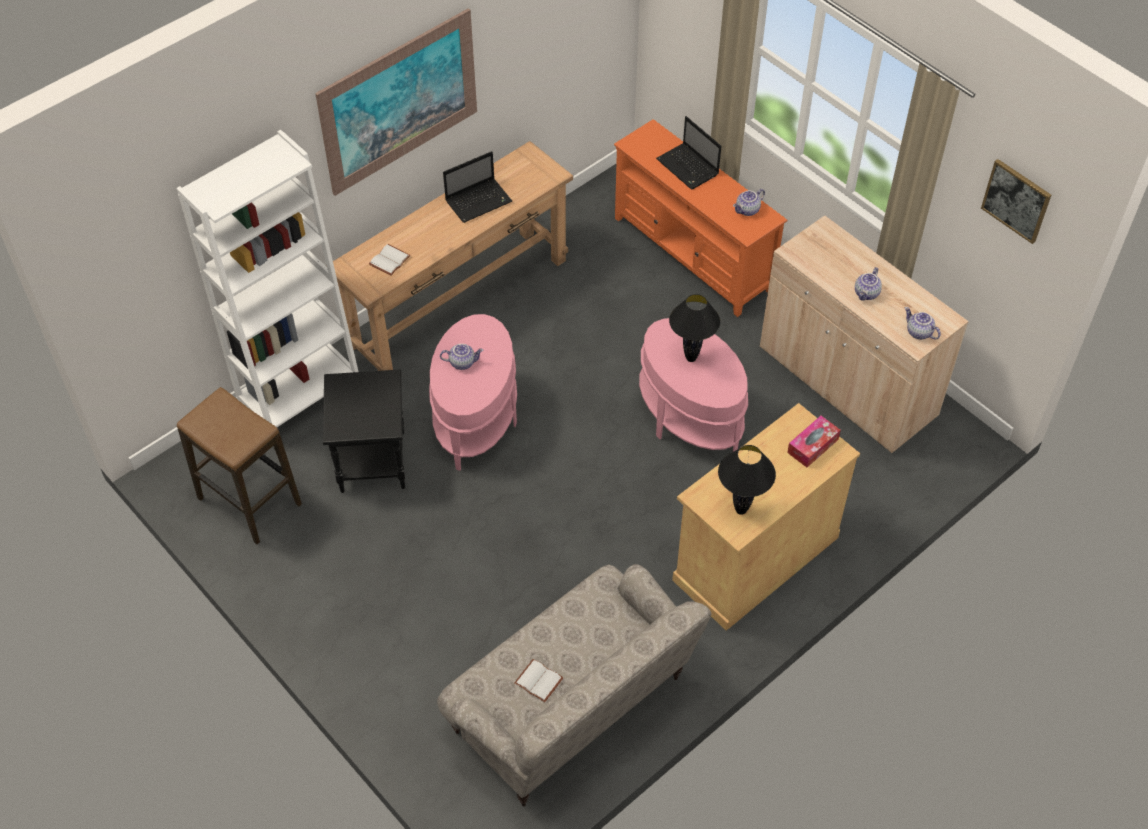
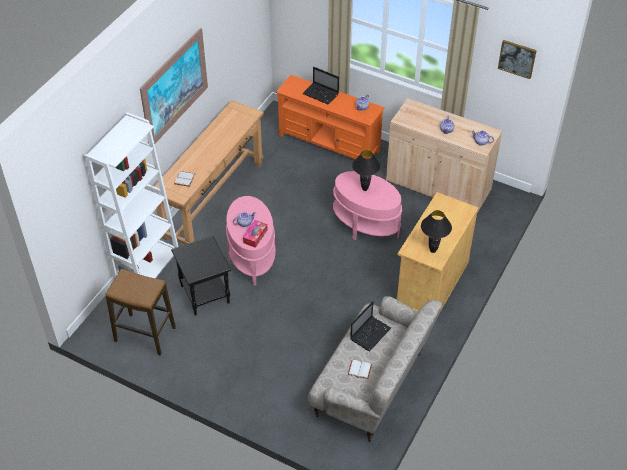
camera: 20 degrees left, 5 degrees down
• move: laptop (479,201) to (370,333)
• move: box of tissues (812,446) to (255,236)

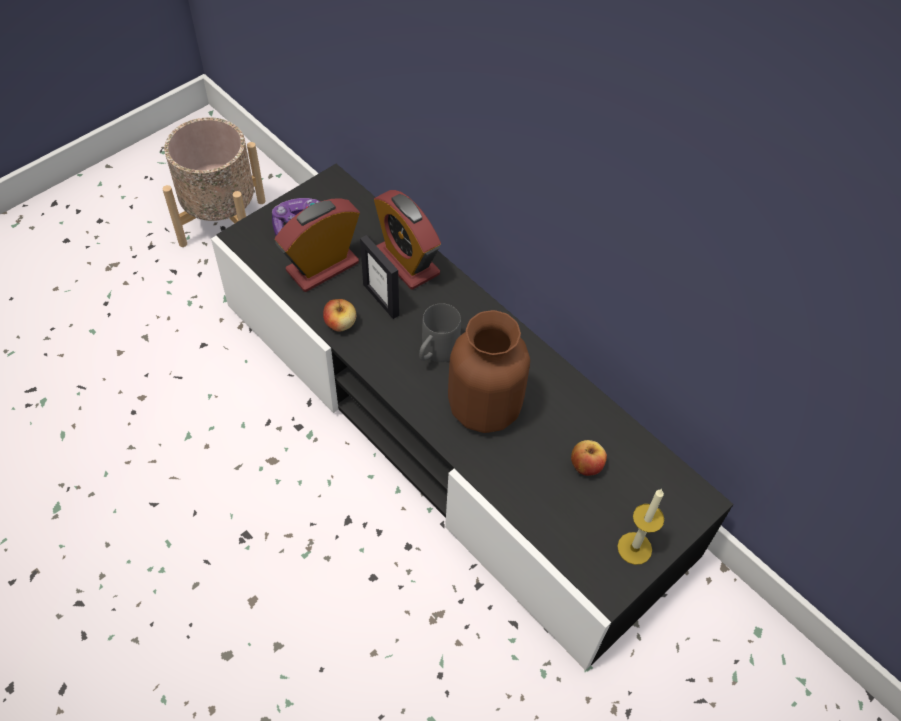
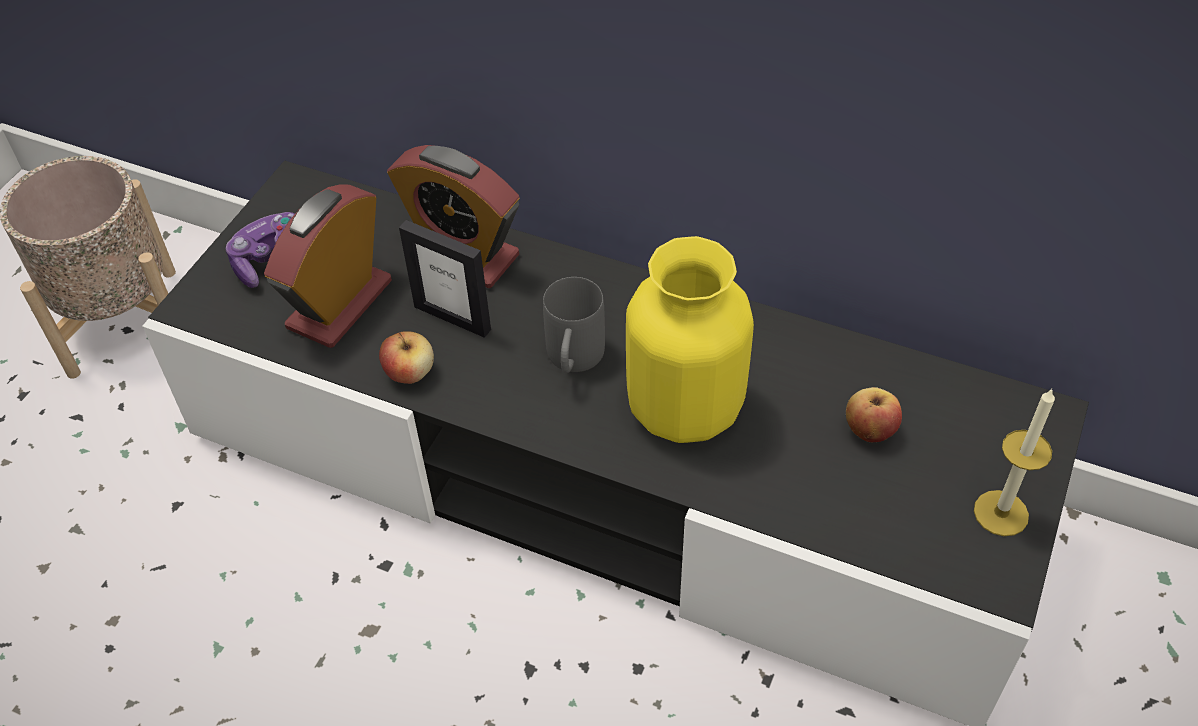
camera: 20 degrees left, 5 degrees down
• recolor: brownish decorative vase (484,407) to yellow decorative vase (684,407)

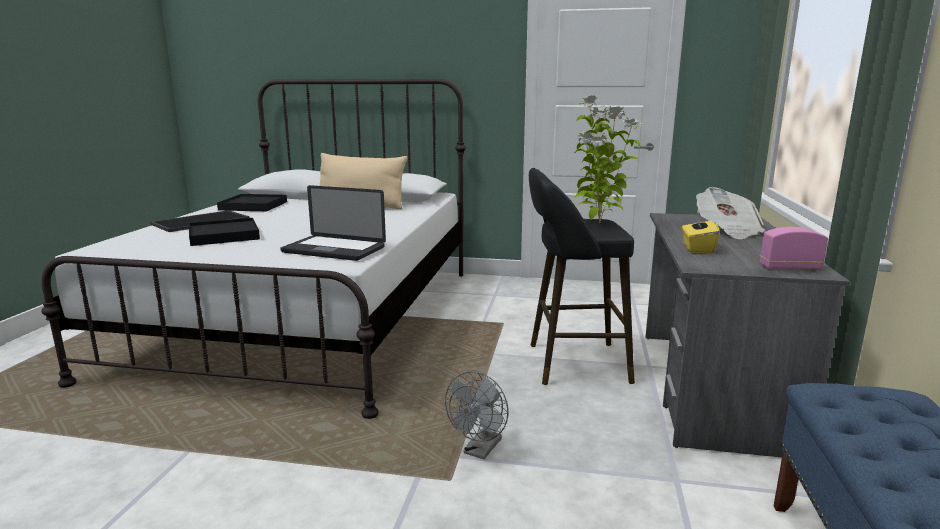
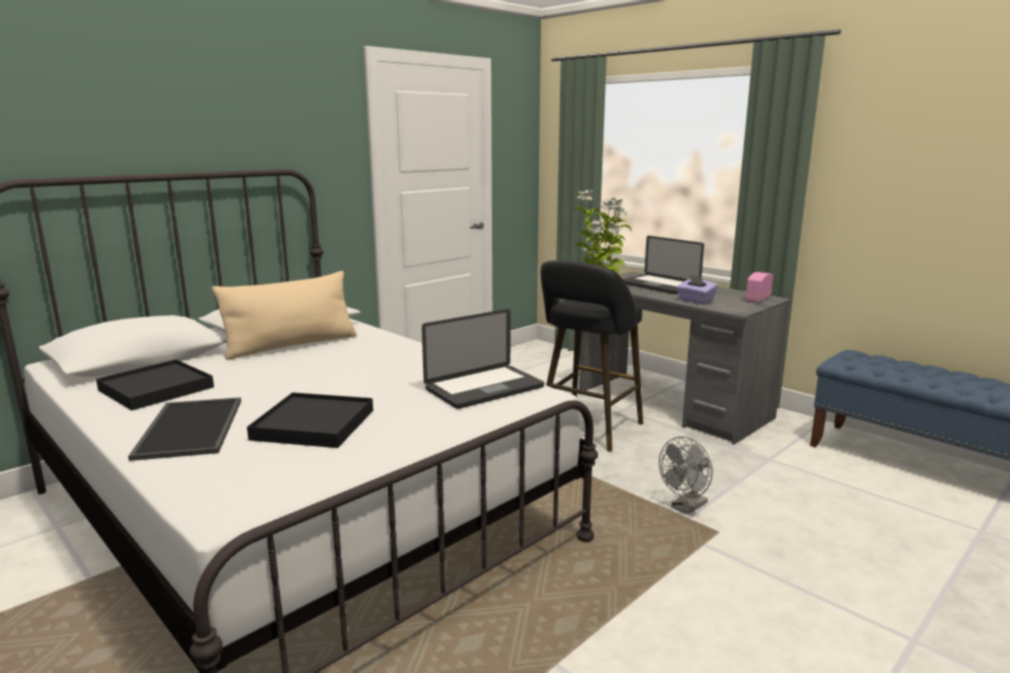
camera: 55 degrees left, 0 degrees up
• replace: newspaper (727,231) to laptop (659,285)
• recolor: yellow box of tissues (697,249) to purple box of tissues (695,301)
• rotate: grey electric fan (480,450) = (686,507) 75 degrees clockwise

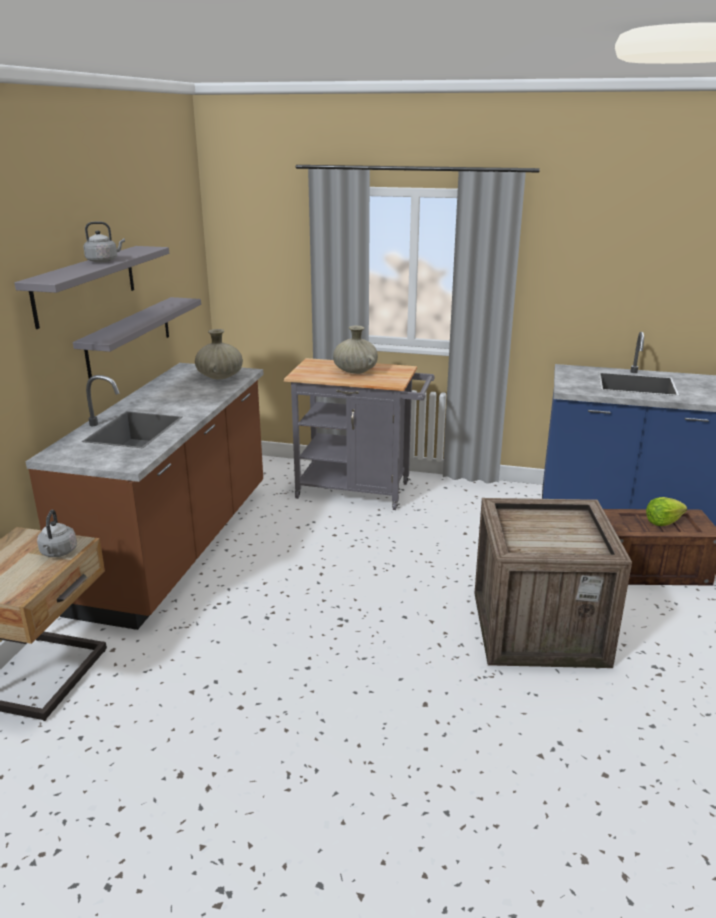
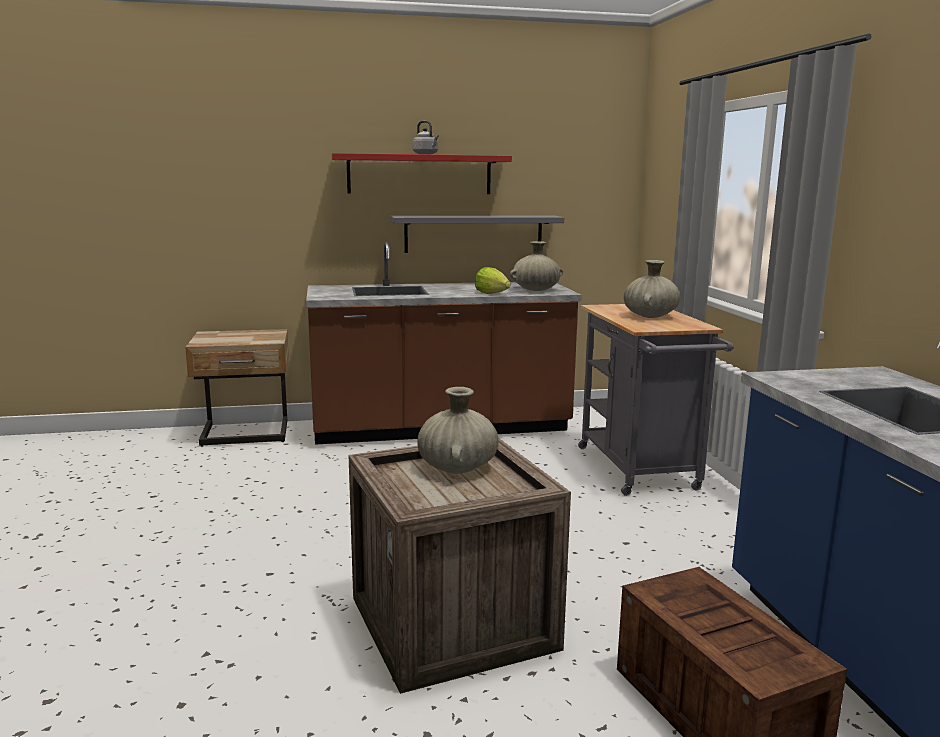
camera: 65 degrees right, 10 degrees down
• recolor: grey shelf (85,284) to red-coloured shelf (419,174)
• move: lettuce (663,522) to (492,293)
• delete: grey kettle (58,553)
• insert: beige-coloured decorative vase (458,468)

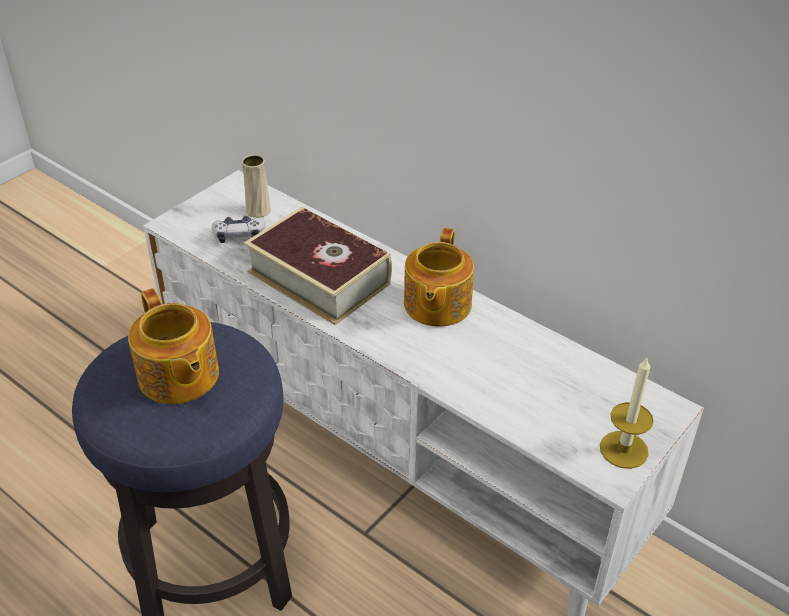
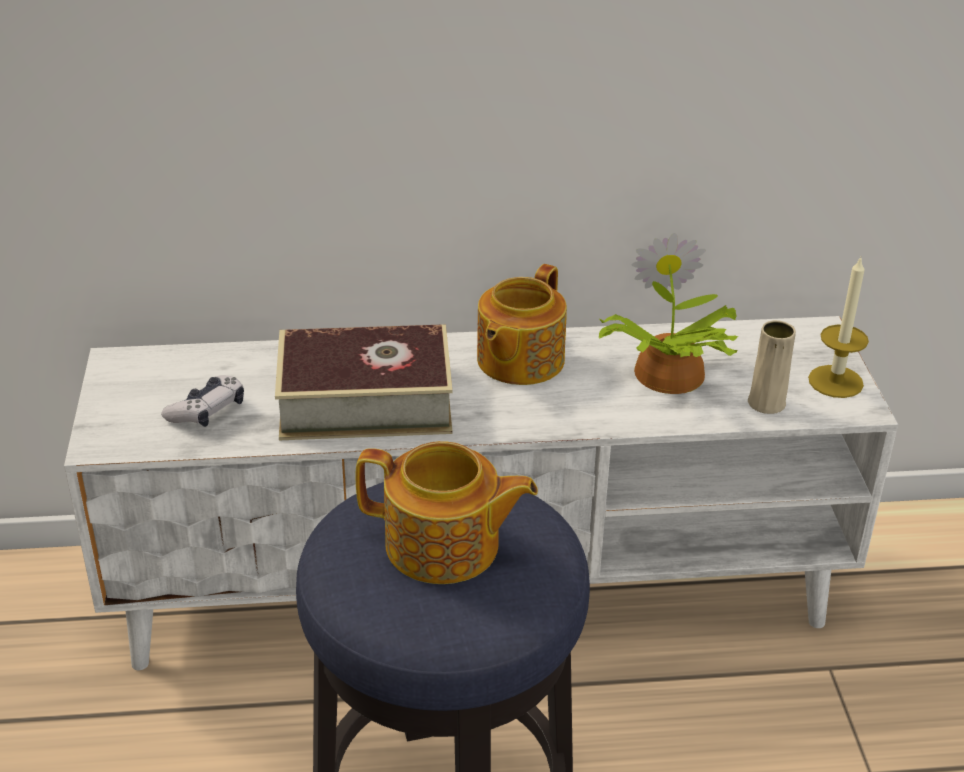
camera: 45 degrees left, 5 degrees down
• move: beige-coloured decorative vase (258,210) to (766,403)
• rotate: pot for tea (436,305) = (518,360) 60 degrees clockwise
• insert: plant in a pot (667,375)

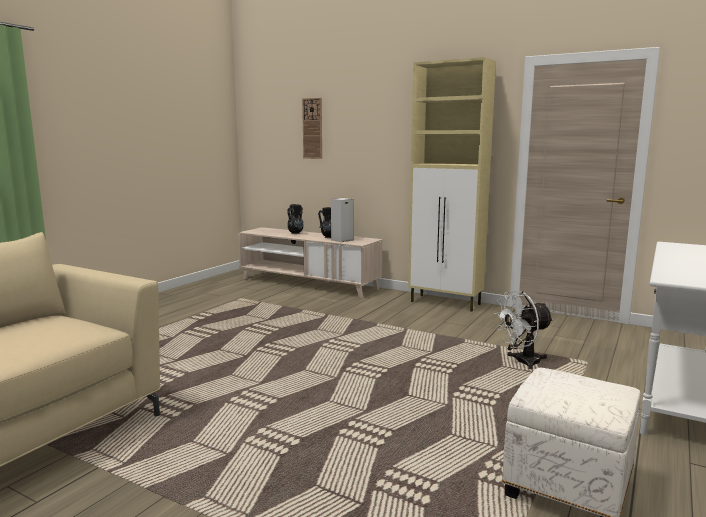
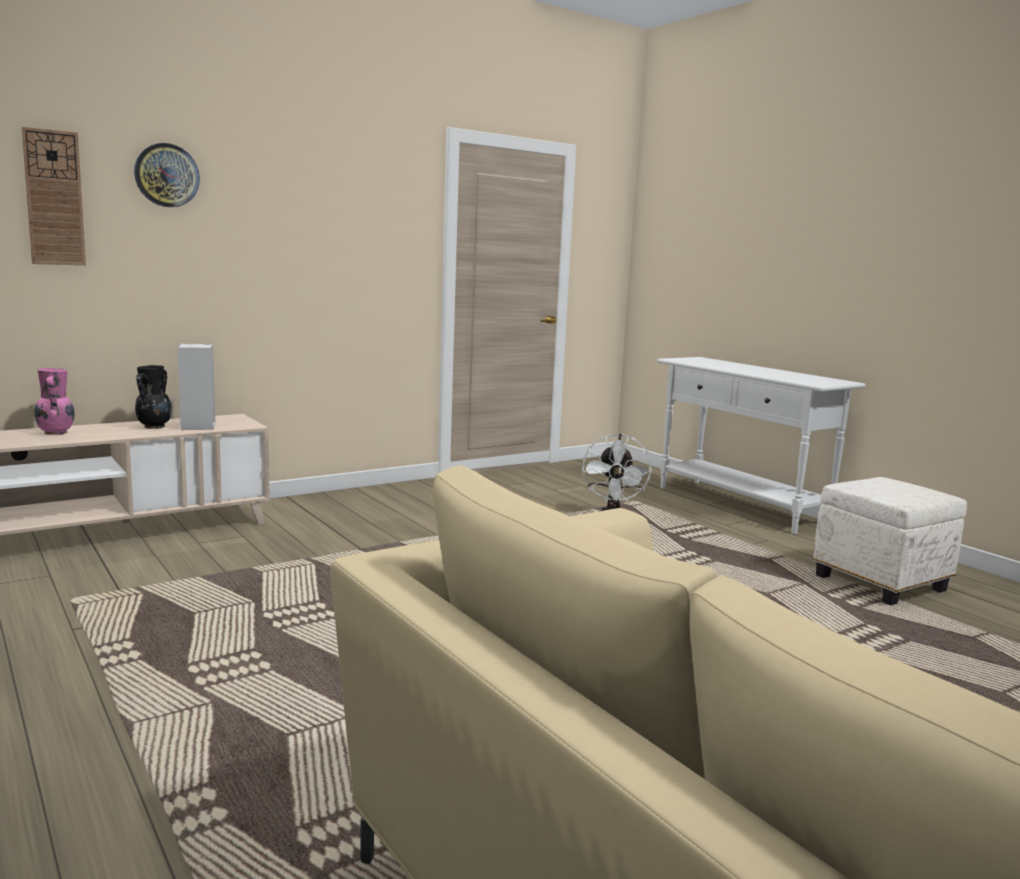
camera: 65 degrees left, 0 degrees up
• delete: beige-coloured cabinet (446,303)
• recolor: blackish decorative vase (295,233) to pink decorative vase (56,433)
• insert: hanging clock (167,175)

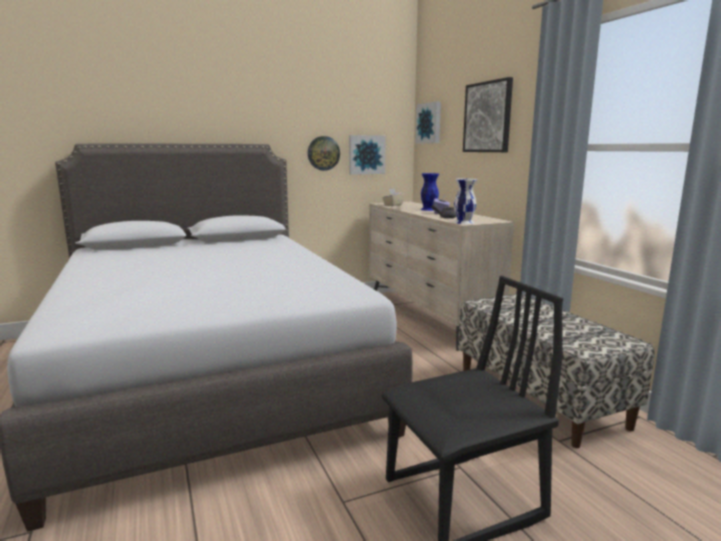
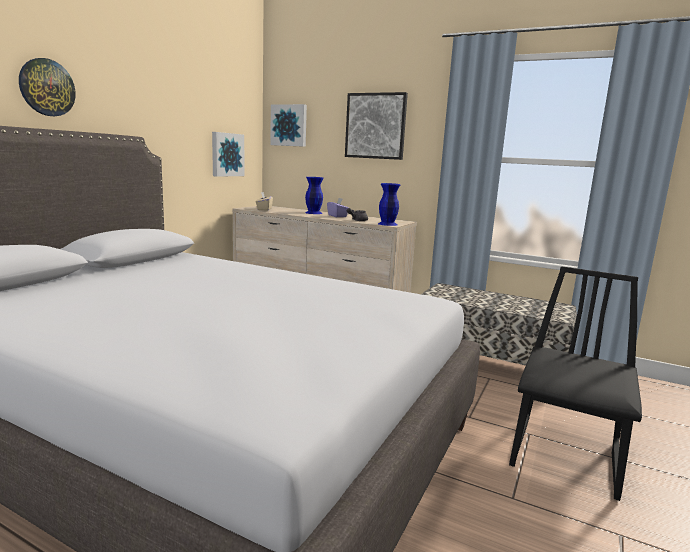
camera: 40 degrees left, 0 degrees up
• move: hanging clock (323,153) to (47,87)
• recolor: white-coloured decorative vase (463,222) to blue decorative vase (387,224)

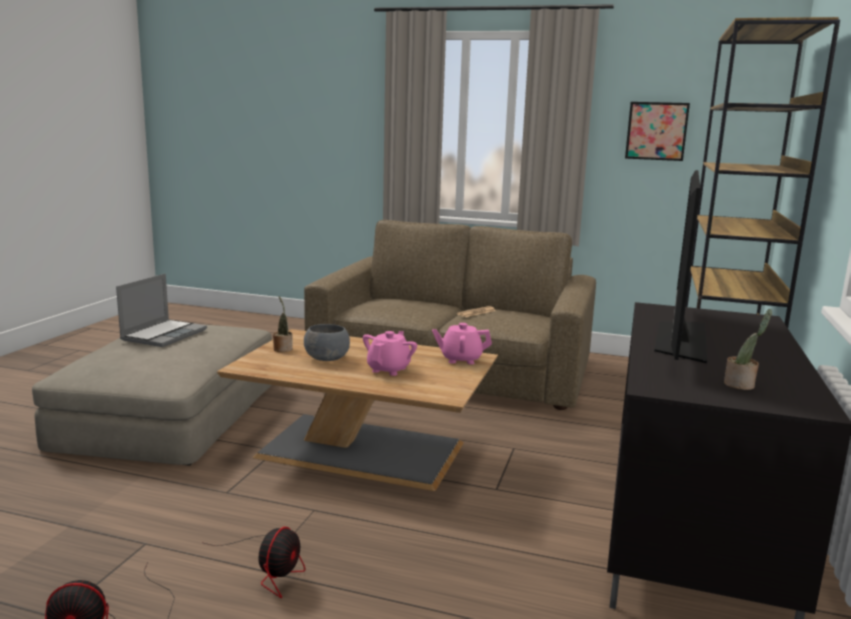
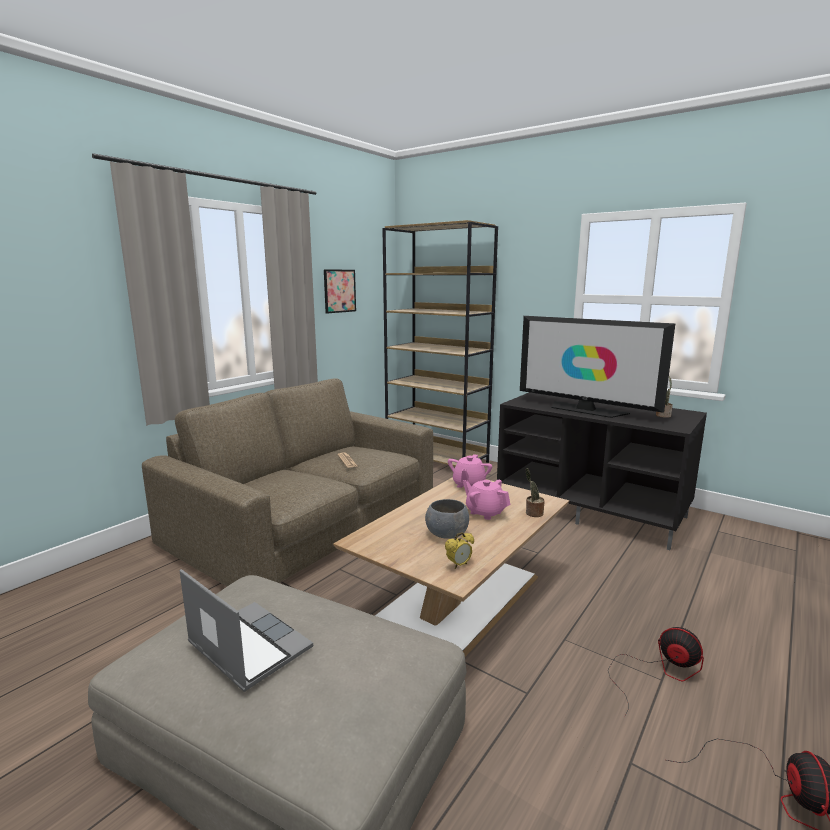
camera: 70 degrees left, 0 degrees up
• move: plant in a pot (282,349) to (533,513)
• insert: bedside clock (459,565)

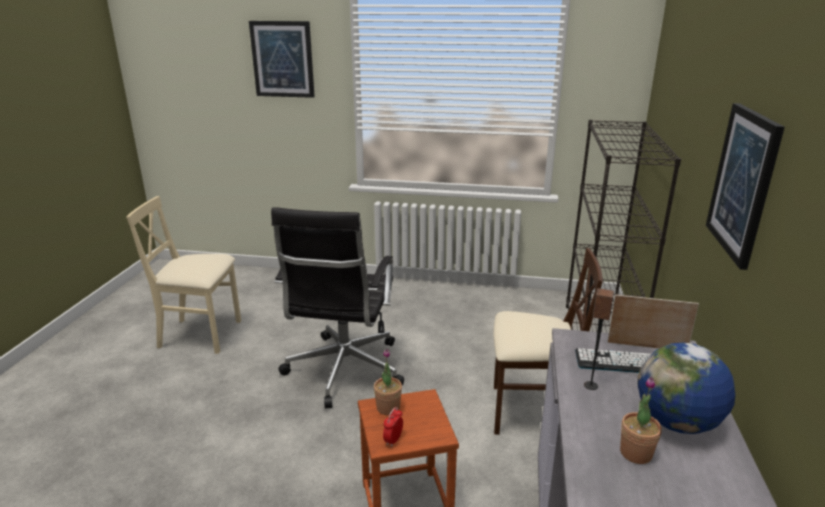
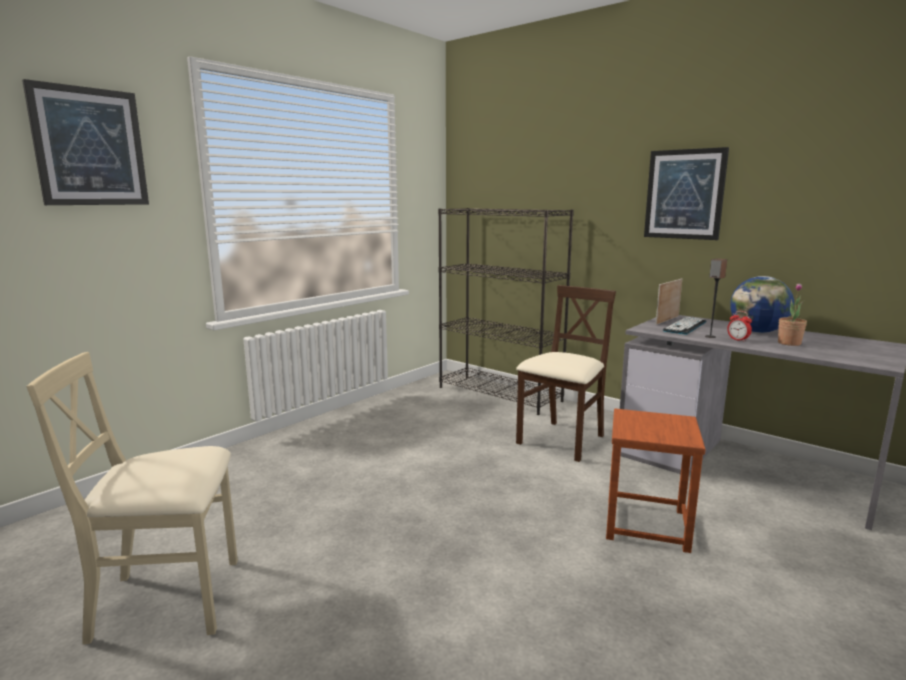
camera: 60 degrees left, 10 degrees down
• rotate: beige-coloured plain chair (201,334) = (170,600) 45 degrees clockwise
• delete: blackish computer chair (343,371)
• delete: plant in a pot (388,408)
• move: bedside clock (393,440) to (738,340)

